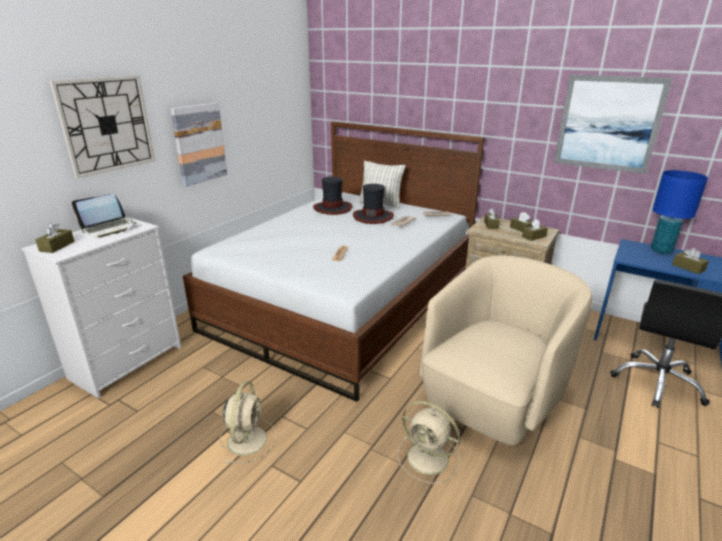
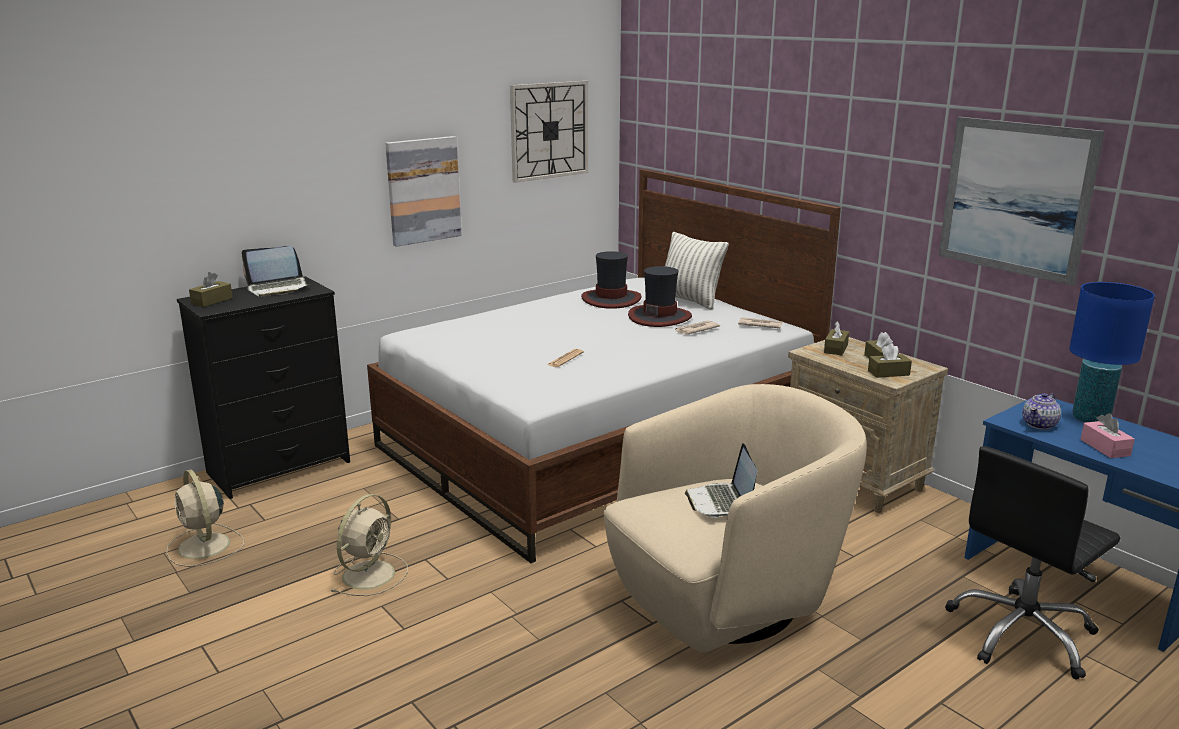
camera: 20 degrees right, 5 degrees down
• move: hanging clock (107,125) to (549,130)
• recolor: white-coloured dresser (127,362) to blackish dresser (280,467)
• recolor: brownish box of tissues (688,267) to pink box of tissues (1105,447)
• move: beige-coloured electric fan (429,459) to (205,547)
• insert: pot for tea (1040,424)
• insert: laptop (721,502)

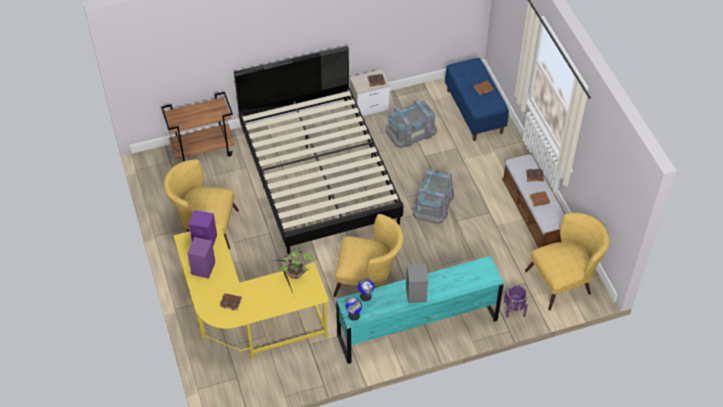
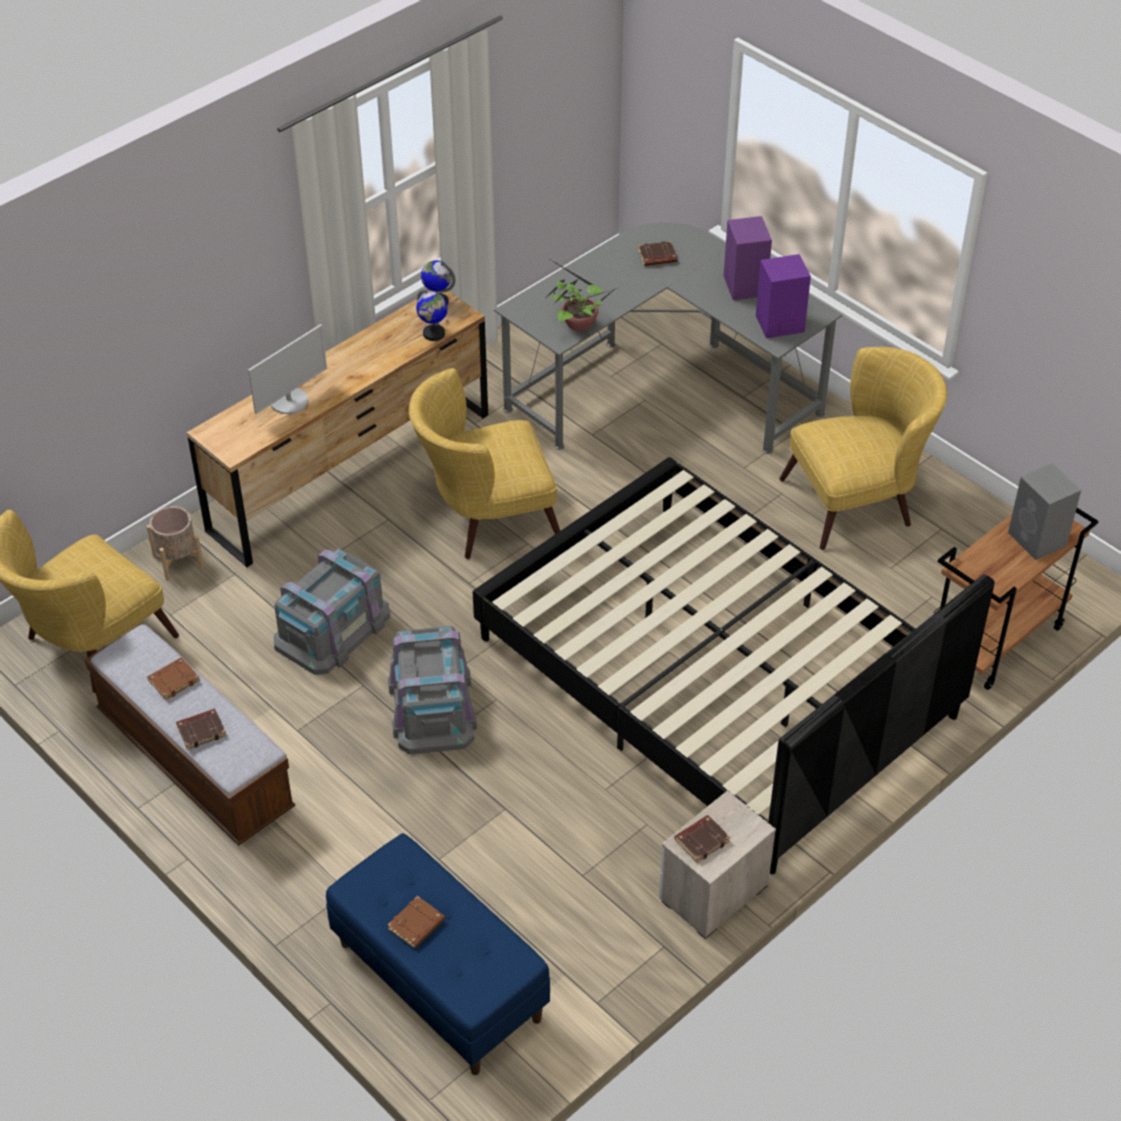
camera: 155 degrees right, 5 degrees down
• move: grey storage bin (411,131) to (332,629)
• recolor: yellow desk unit (245,319) to grey desk unit (662,387)
• recolor: turquoise-coloured dresser (417,328) to brownish dresser (351,472)
• move: grey audio speaker (416,293) to (1038,540)
• recolor: purple planter (514,309) to beige-coloured planter (178,561)
• insert: monitor (289,401)

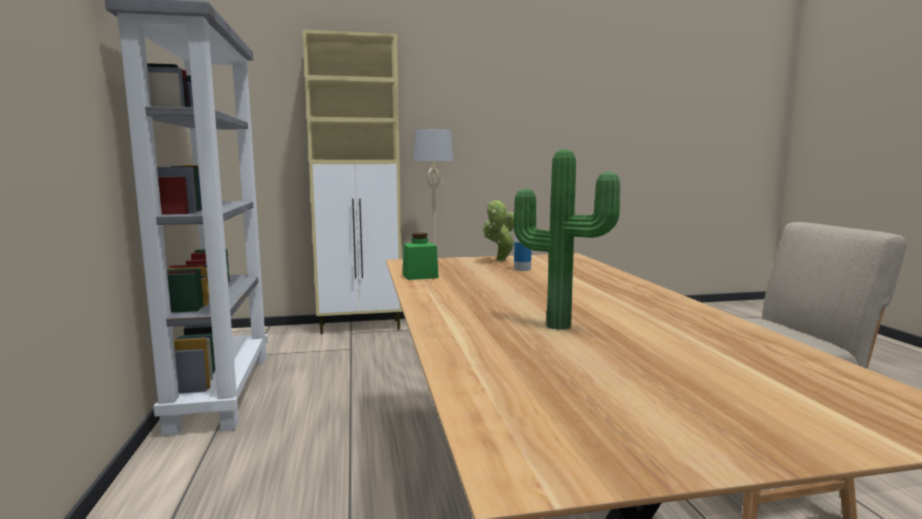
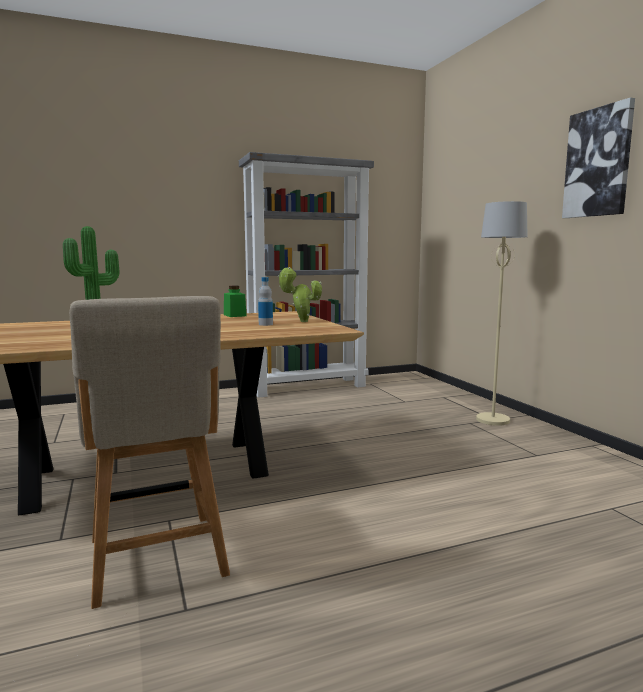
camera: 80 degrees right, 0 degrees up
• delete: beige-coloured cabinet (361,327)
• insert: wall picture (598,163)

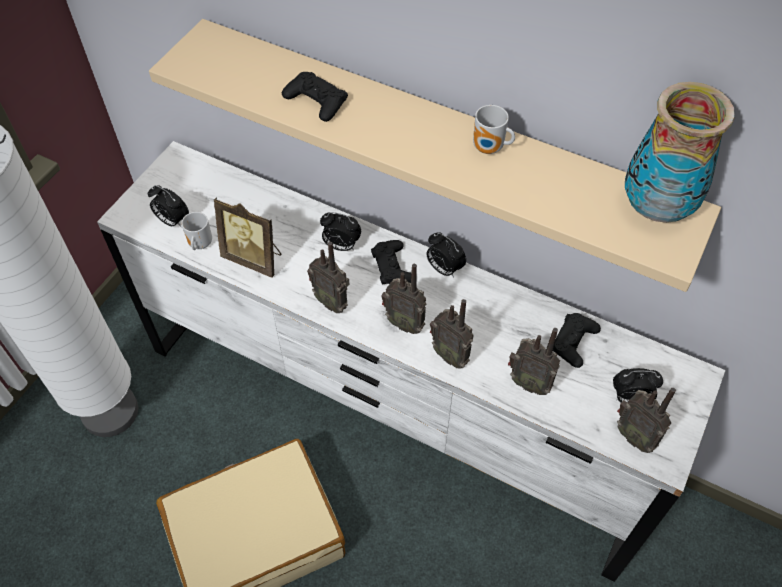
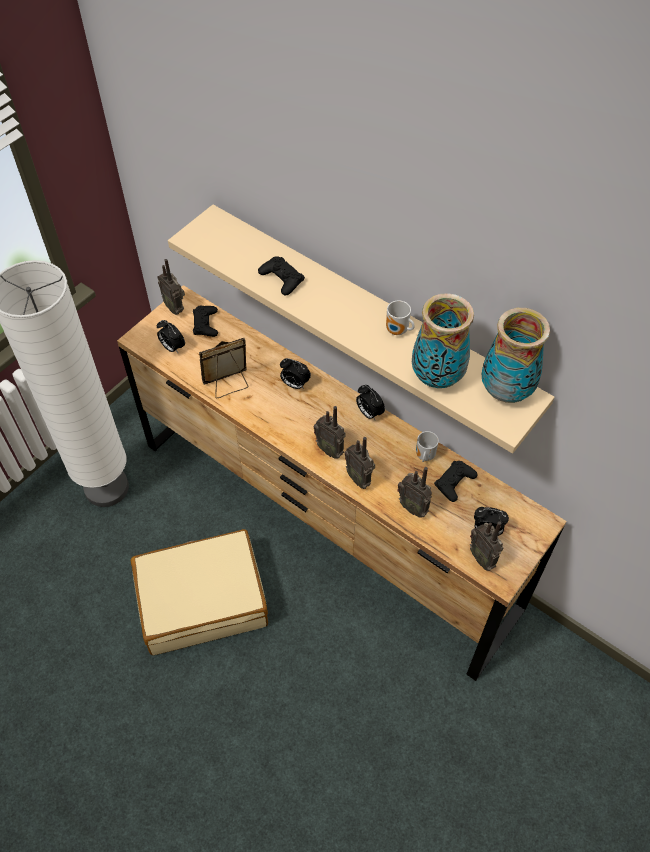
camera: 10 degrees right, 0 degrees up
• recolor: white-coloured dresser (391,414) to brownish dresser (325,524)
• rotate: standing frame (254,258) = (228,385) 120 degrees clockwise
• move: tea mug (199,244) to (424,456)
• move: blackish game controller (392,266) to (205,324)
• move: radio set (332,301) to (175,308)
• insert: decorative vase (436,377)

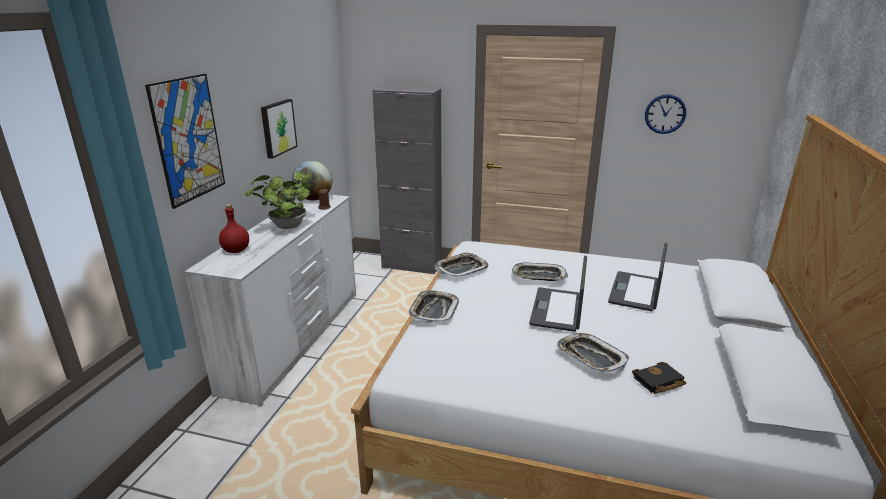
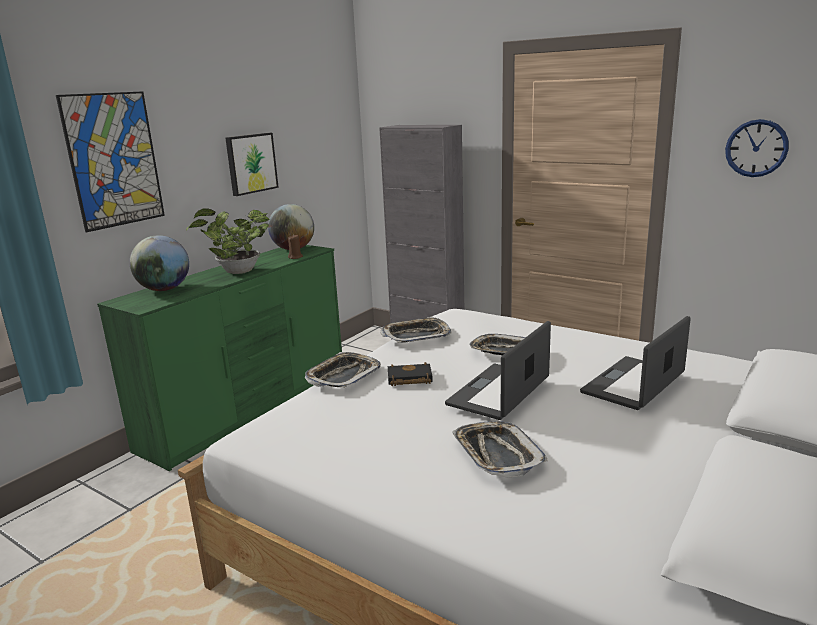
camera: 20 degrees right, 5 degrees down
• recolor: white-coloured dresser (296,339) to green-coloured dresser (250,408)
• replace: red-coloured drink bottle (236,251) to desk globe (164,289)
• move: blackish volume (658,382) to (408,379)

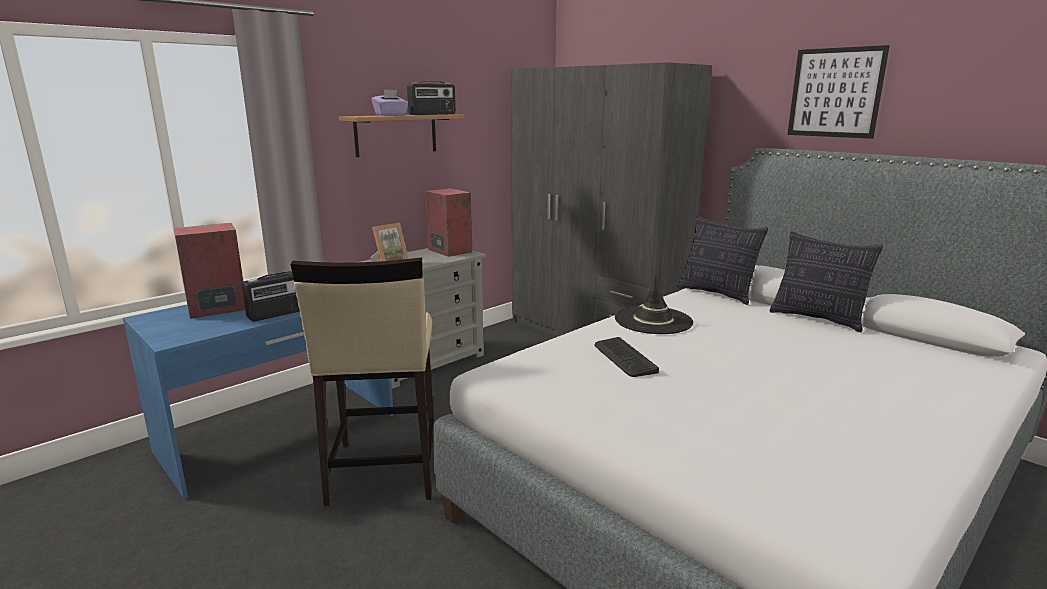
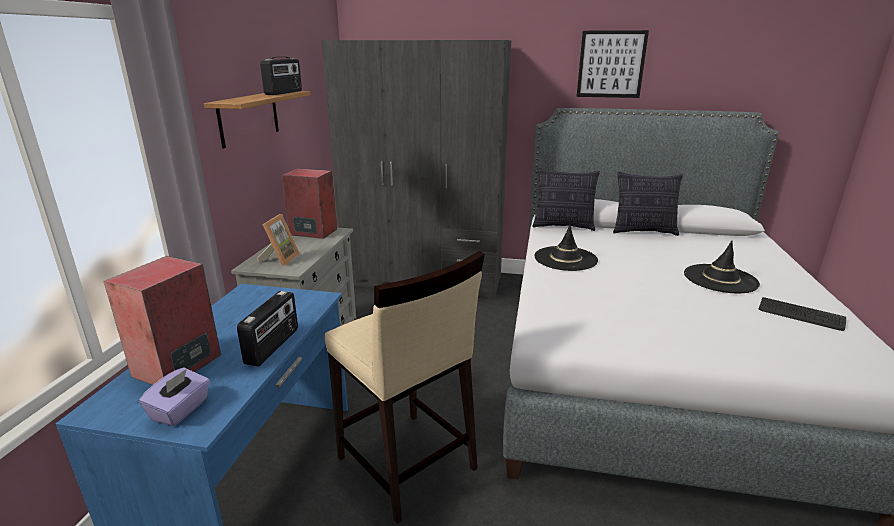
camera: 35 degrees left, 5 degrees up
• move: purple box of tissues (390,115) to (181,410)
• move: keyboard (624,358) to (800,315)
• insert: blackish hat (720,279)

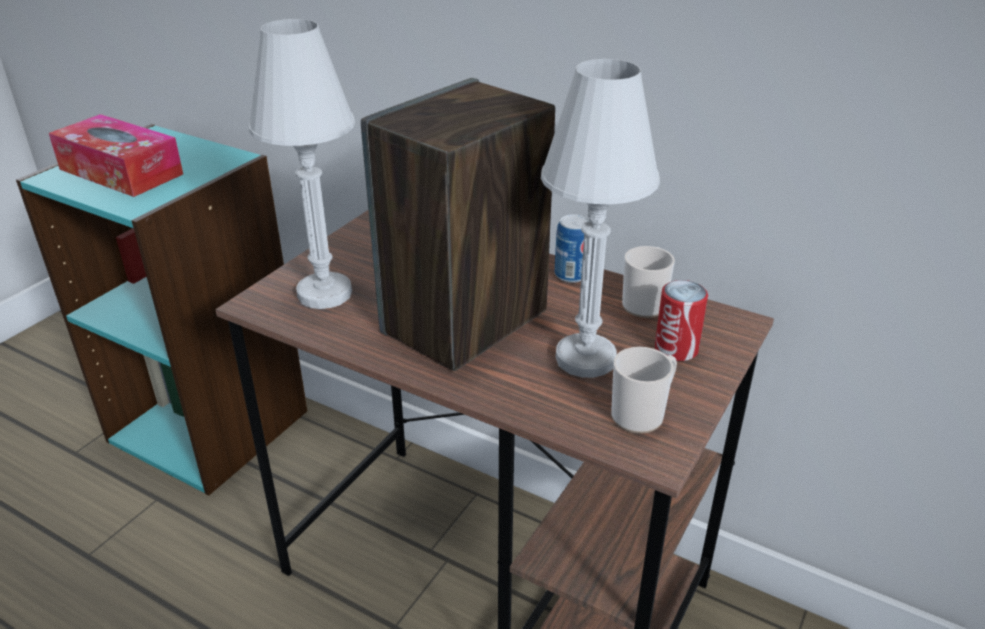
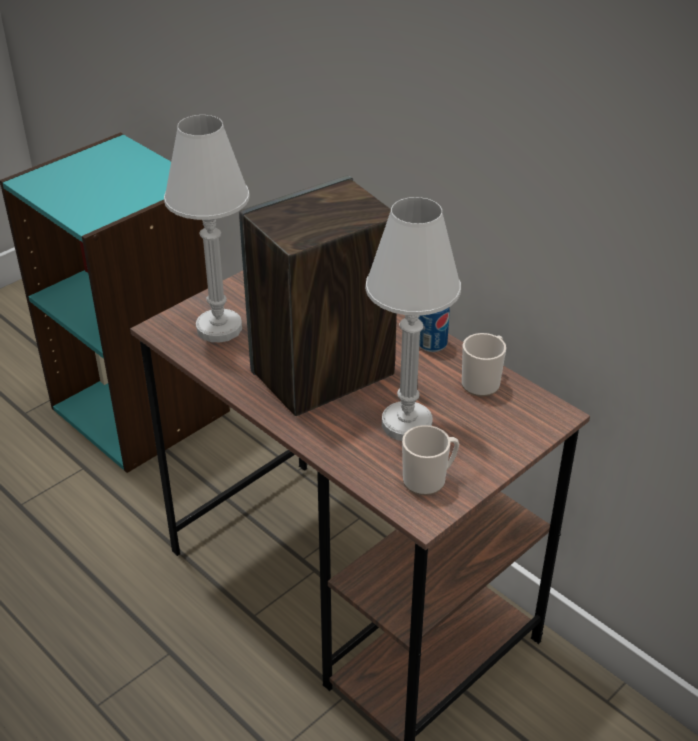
camera: 15 degrees right, 5 degrees up
• delete: box of tissues (121,172)
• delete: can (676,349)

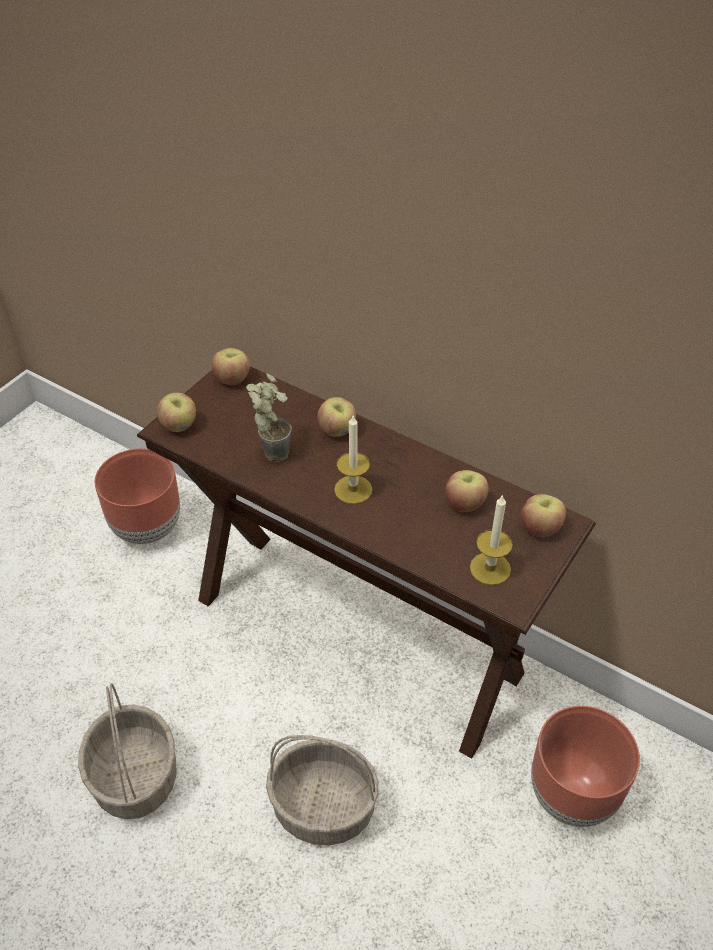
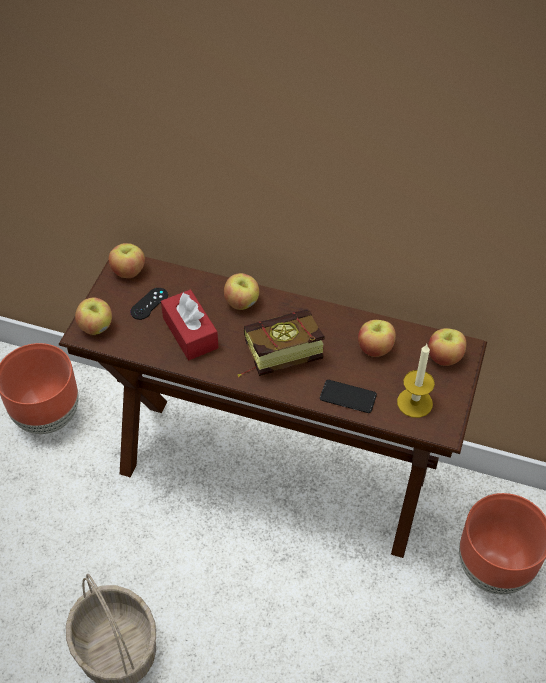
camera: 15 degrees left, 5 degrees up
• replace: plant in a pot (272,449) to red-coloured box of tissues (190,333)
• replace: wax candle (353,489) to volume (275,356)
• delete: household basket (322,808)
• insert: blackish game controller (149,304)
• insert: handset (348,397)

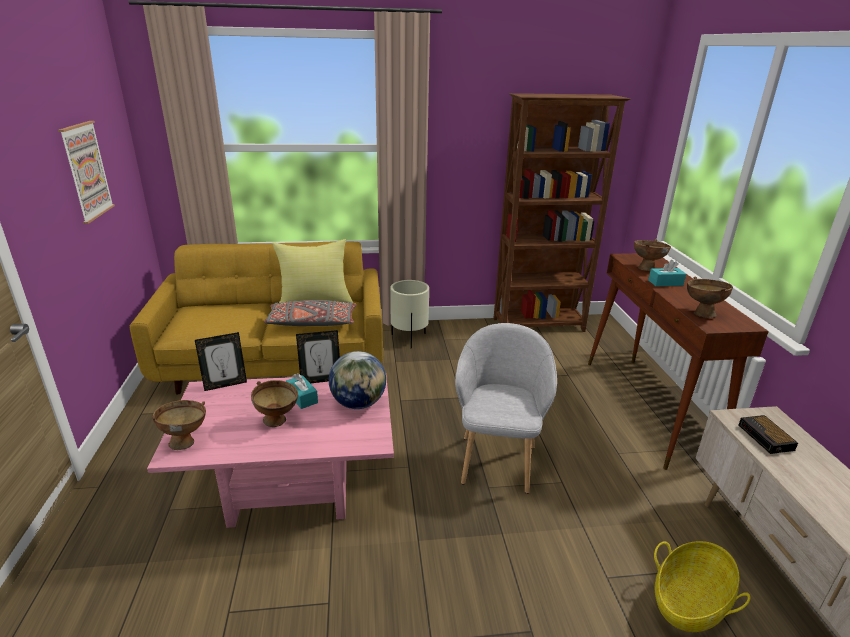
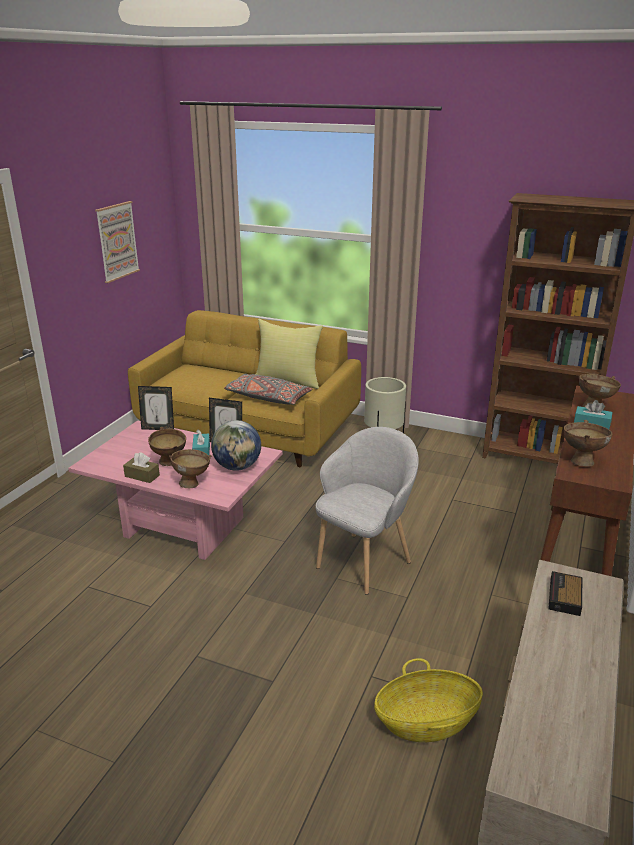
camera: 30 degrees right, 0 degrees up
• move: brownish serving bowl (187,441) to (193,483)
• insert: brownish box of tissues (142,476)

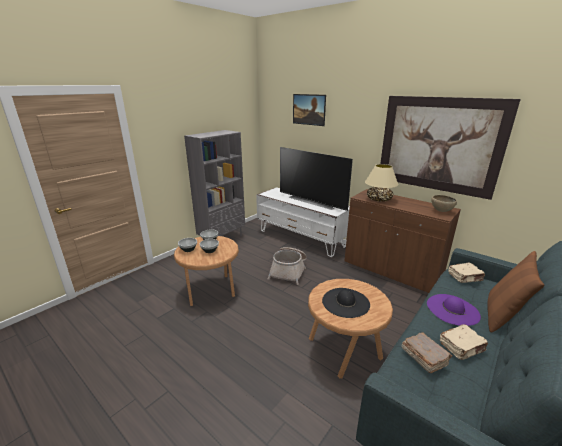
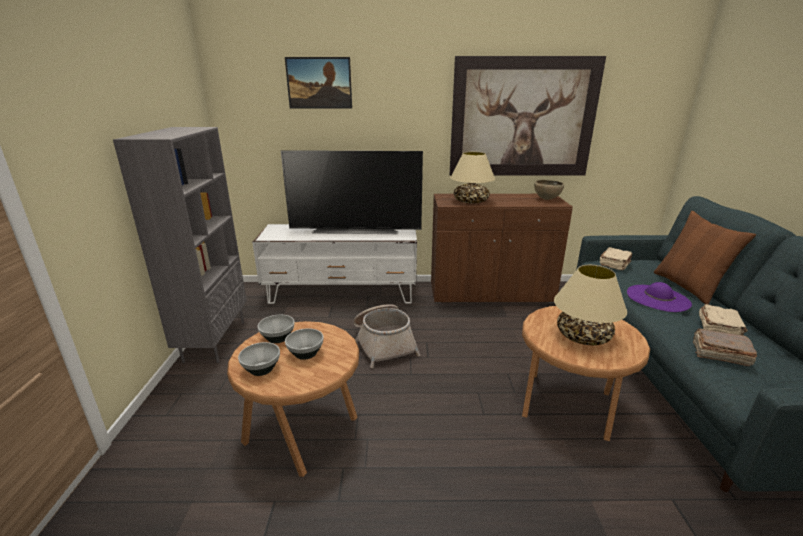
camera: 40 degrees left, 0 degrees up
• replace: blackish hat (345,302) to beige-coloured table lamp (583,336)

